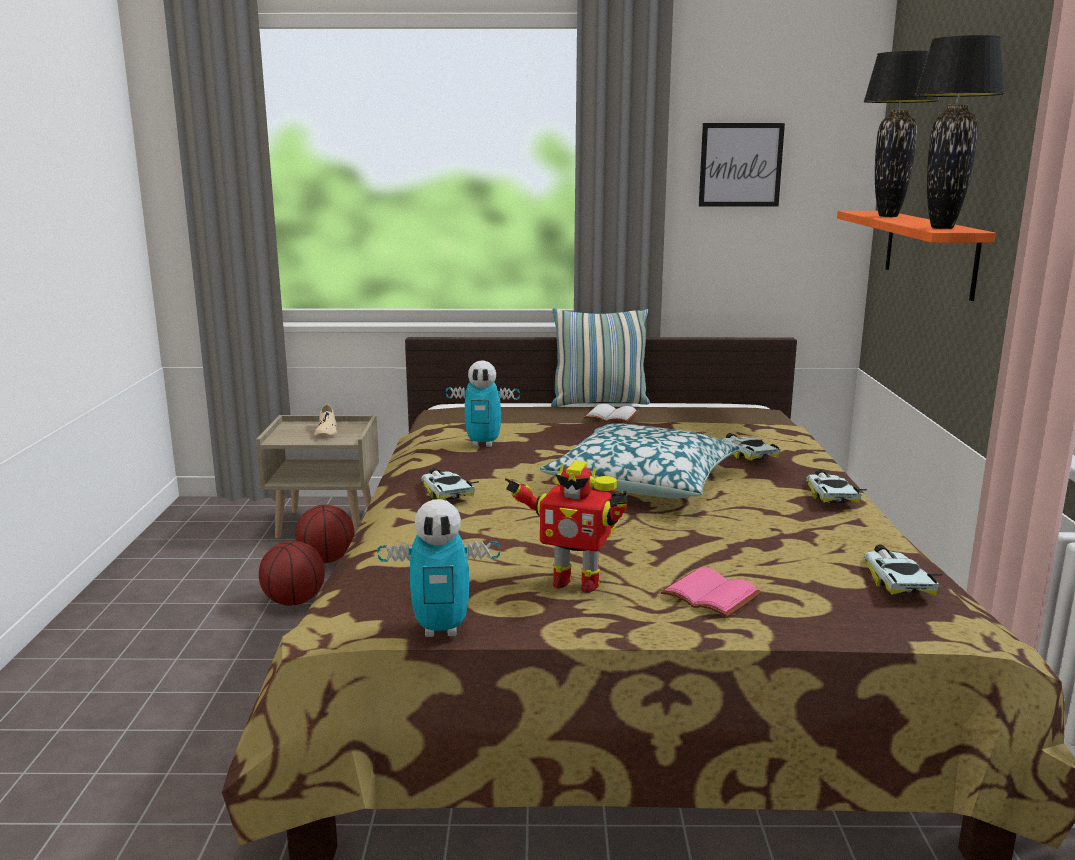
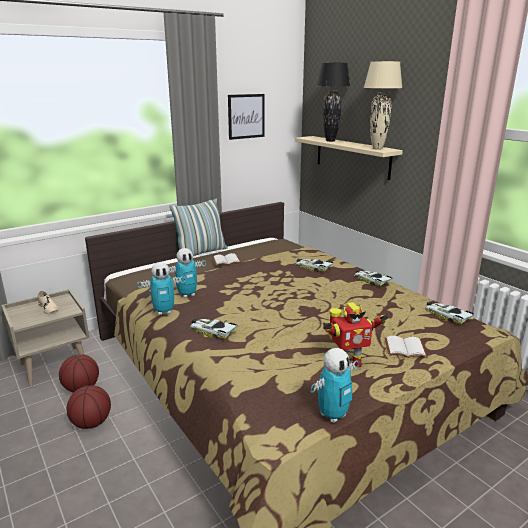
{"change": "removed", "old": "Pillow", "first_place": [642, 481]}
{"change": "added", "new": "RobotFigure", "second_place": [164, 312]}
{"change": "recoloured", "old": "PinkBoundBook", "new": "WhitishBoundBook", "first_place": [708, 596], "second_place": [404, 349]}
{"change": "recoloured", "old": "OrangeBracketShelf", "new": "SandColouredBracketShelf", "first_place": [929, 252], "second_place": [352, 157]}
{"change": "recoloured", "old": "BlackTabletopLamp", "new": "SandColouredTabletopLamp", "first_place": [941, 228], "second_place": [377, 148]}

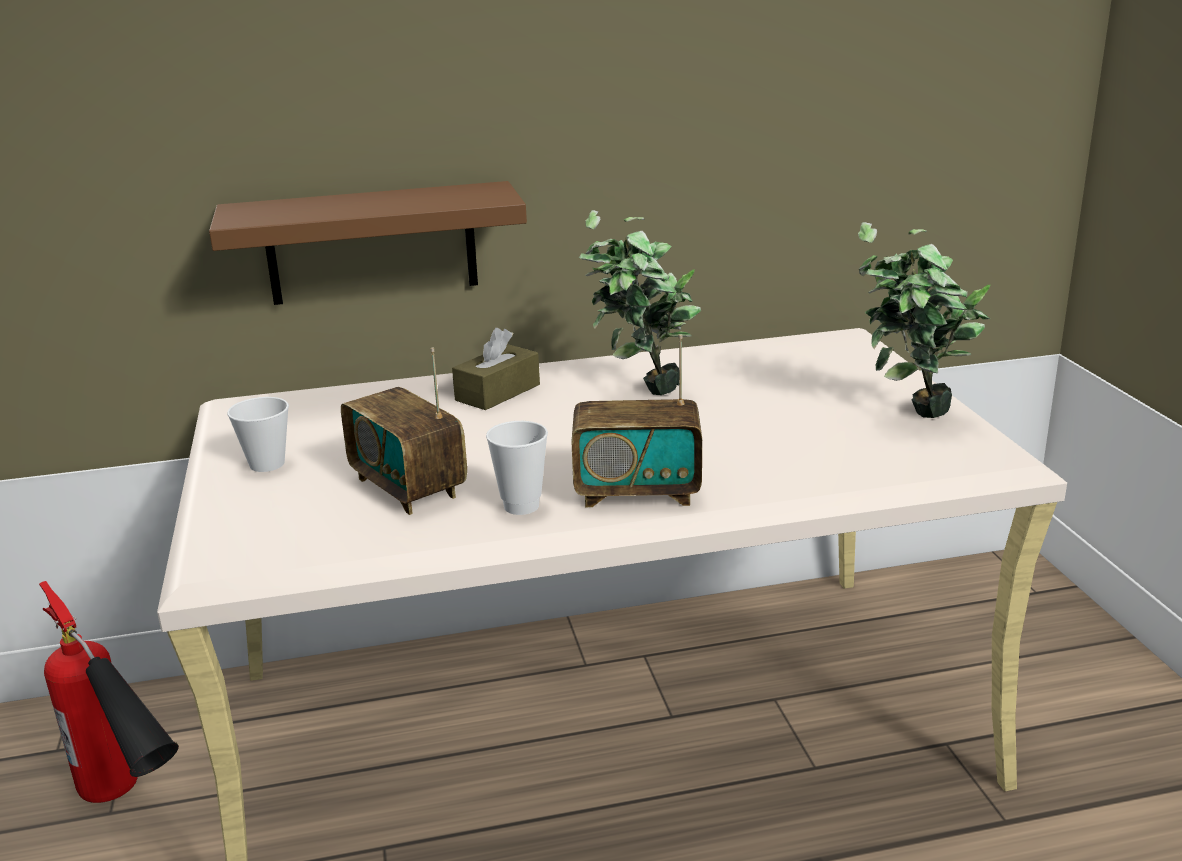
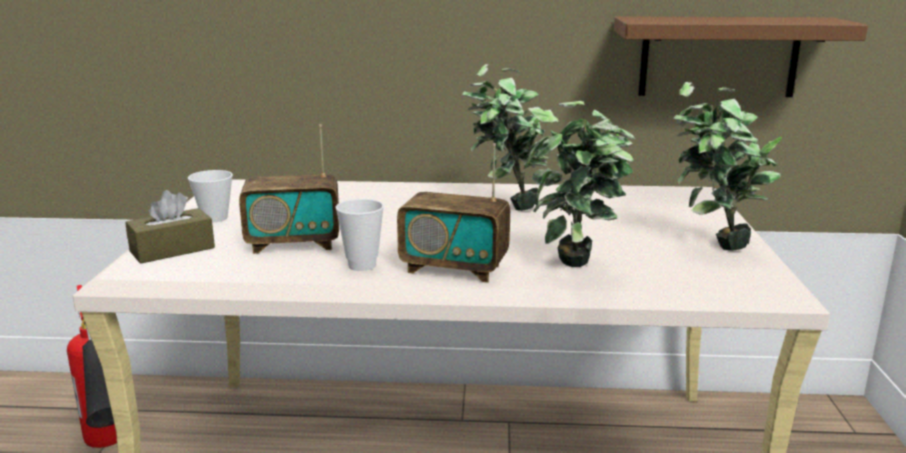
{"change": "added", "new": "PottedPlant", "second_place": [576, 271]}
{"change": "moved", "old": "BrownishBracketShelf", "first_place": [371, 243], "second_place": [718, 57]}
{"change": "moved", "old": "BrownishTissueBox", "first_place": [498, 392], "second_place": [172, 250]}
{"change": "turned", "old": "Radio", "first_place": [408, 488], "second_place": [293, 244], "degrees": -75}

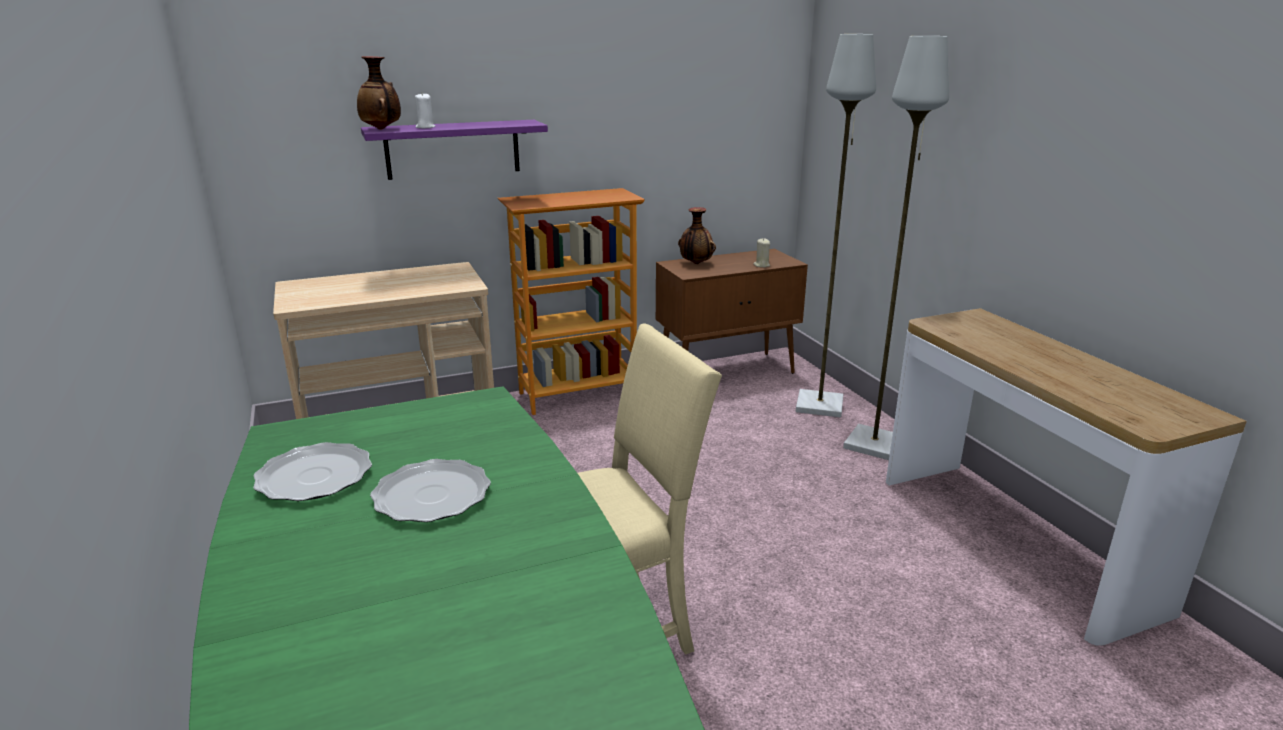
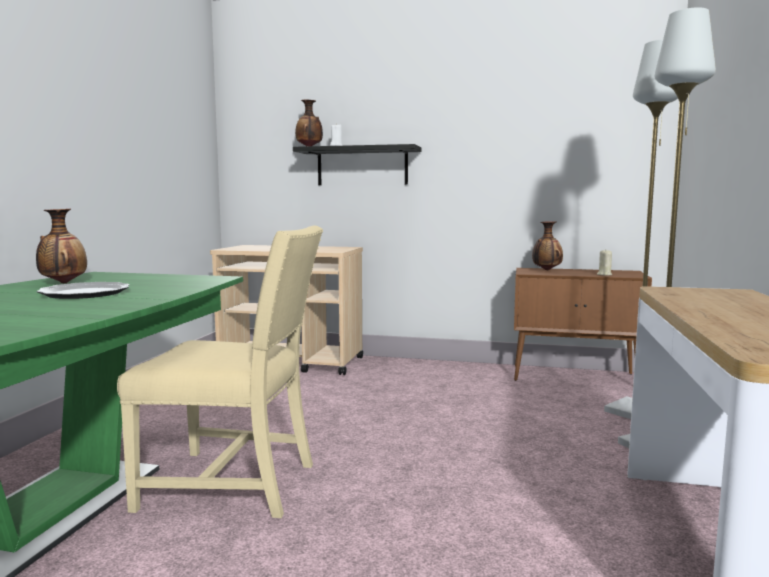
{"change": "removed", "old": "ShelvingUnit", "first_place": [577, 394]}
{"change": "replaced", "old": "Plate", "new": "FlowerVase", "first_place": [314, 476], "second_place": [63, 283]}
{"change": "recoloured", "old": "PurplishBracketShelf", "new": "BlackBracketShelf", "first_place": [453, 149], "second_place": [362, 166]}

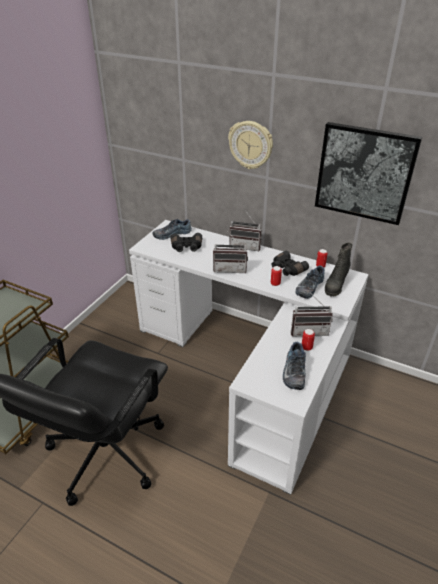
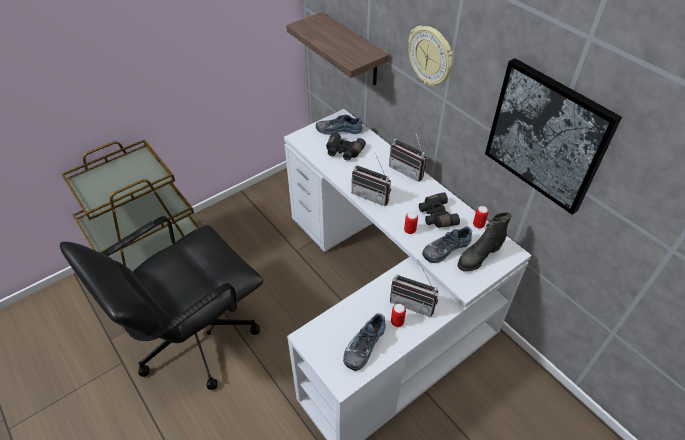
{"change": "added", "new": "BracketShelf", "second_place": [353, 51]}

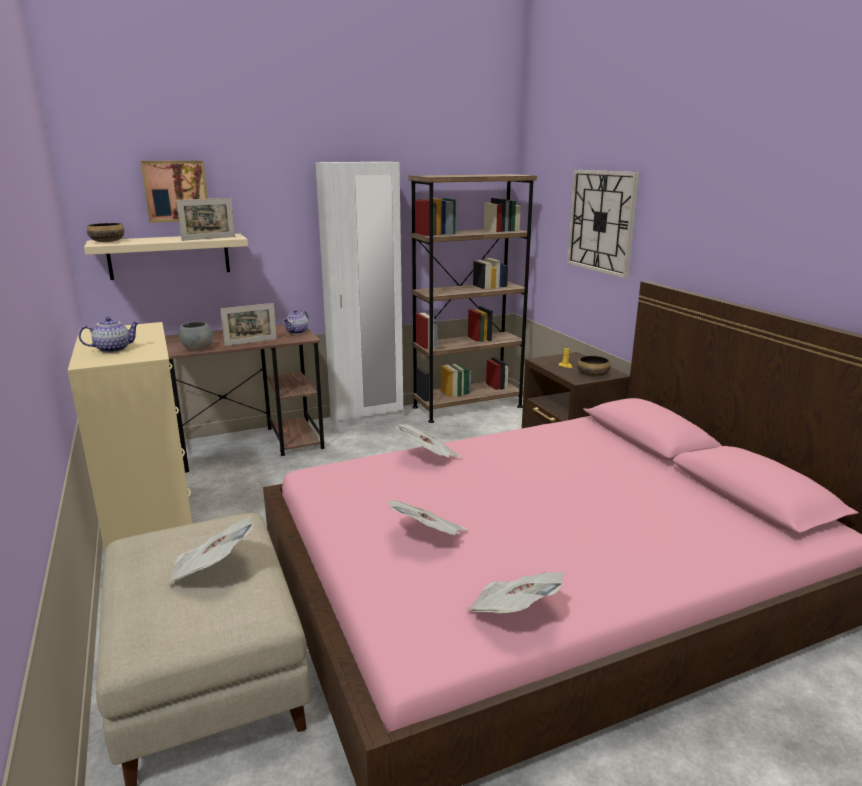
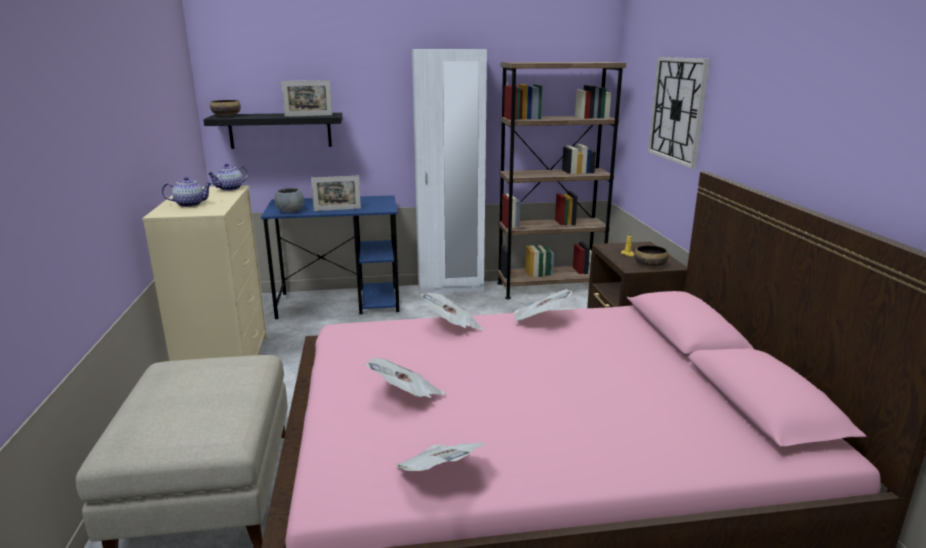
{"change": "removed", "old": "WallArt", "first_place": [176, 191]}
{"change": "moved", "old": "PrintedPaper", "first_place": [212, 570], "second_place": [539, 320]}
{"change": "moved", "old": "TeaPot", "first_place": [297, 332], "second_place": [230, 189]}
{"change": "recoloured", "old": "SandColouredBracketShelf", "new": "BlackBracketShelf", "first_place": [169, 256], "second_place": [280, 130]}
{"change": "recoloured", "old": "BrownishDesk", "new": "BlueColouredDesk", "first_place": [253, 445], "second_place": [340, 302]}

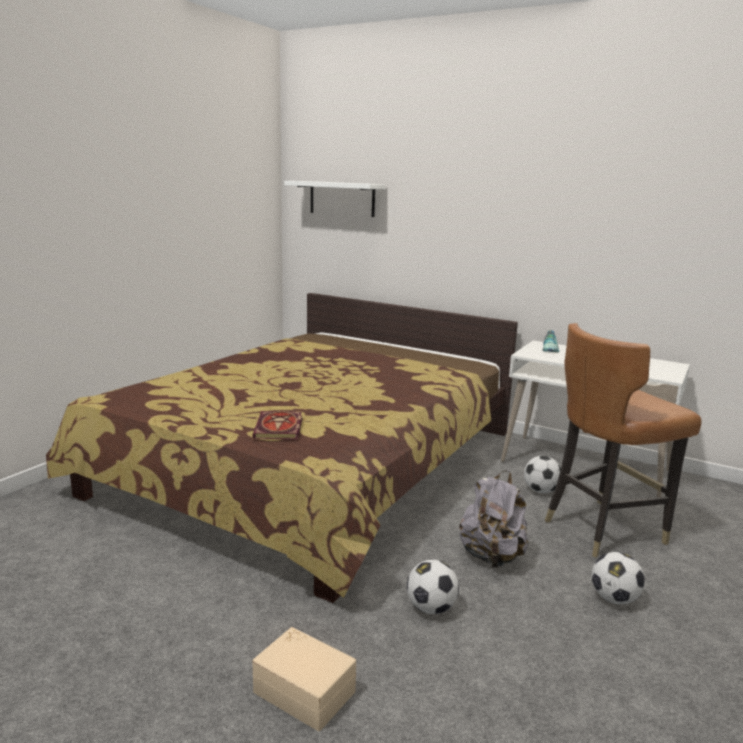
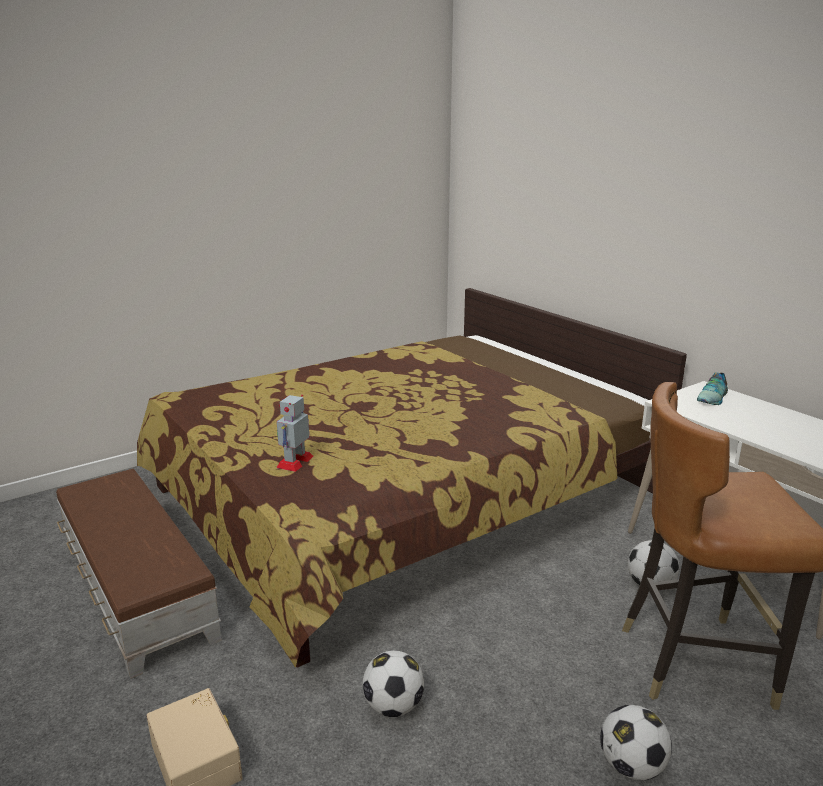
{"change": "removed", "old": "WhitishBracketShelf", "first_place": [342, 198]}
{"change": "removed", "old": "GreyishBackpack", "first_place": [492, 557]}
{"change": "added", "new": "BrownishFootrest", "second_place": [137, 589]}
{"change": "replaced", "old": "BoundBook", "new": "RobotFigure", "first_place": [279, 429], "second_place": [295, 462]}

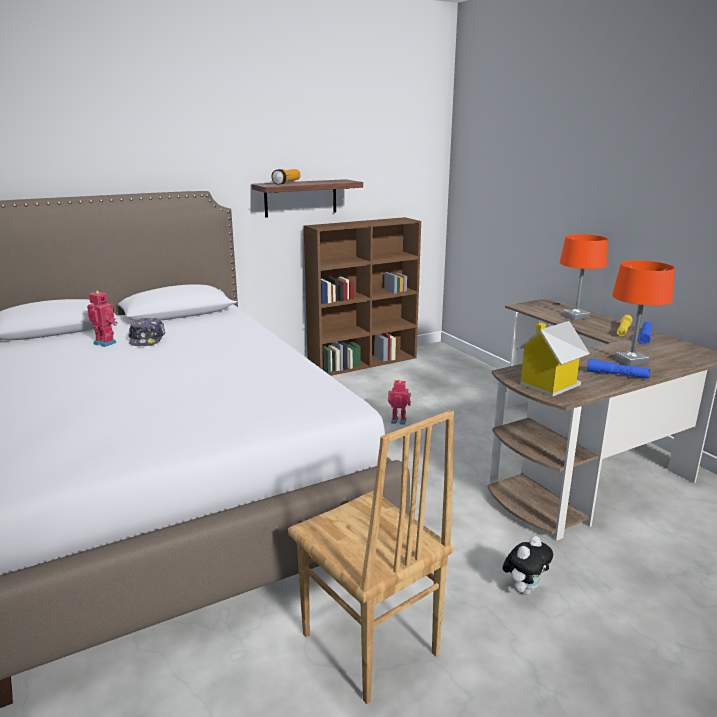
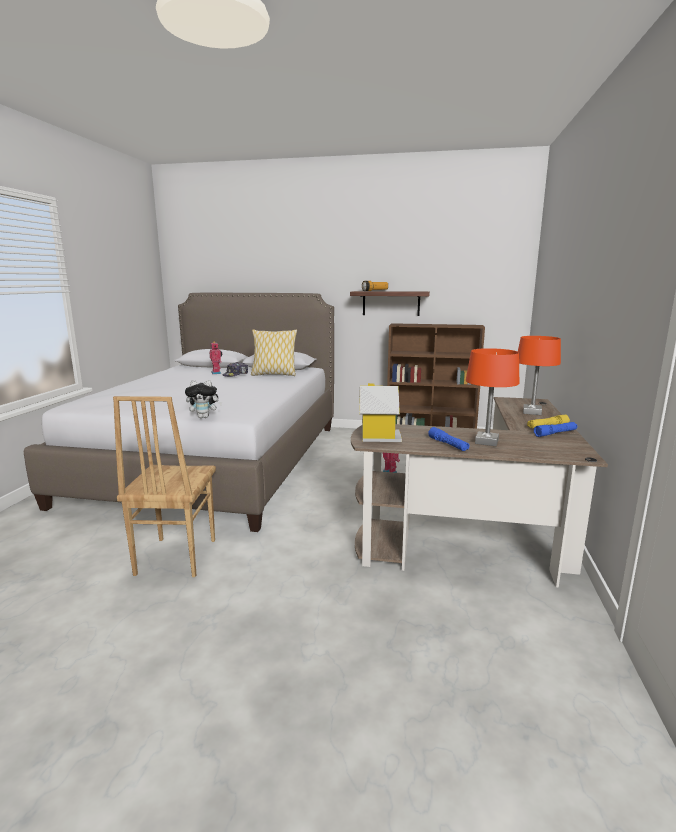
{"change": "added", "new": "Pillow", "second_place": [274, 375]}
{"change": "moved", "old": "PlushToy", "first_place": [524, 589], "second_place": [204, 417]}

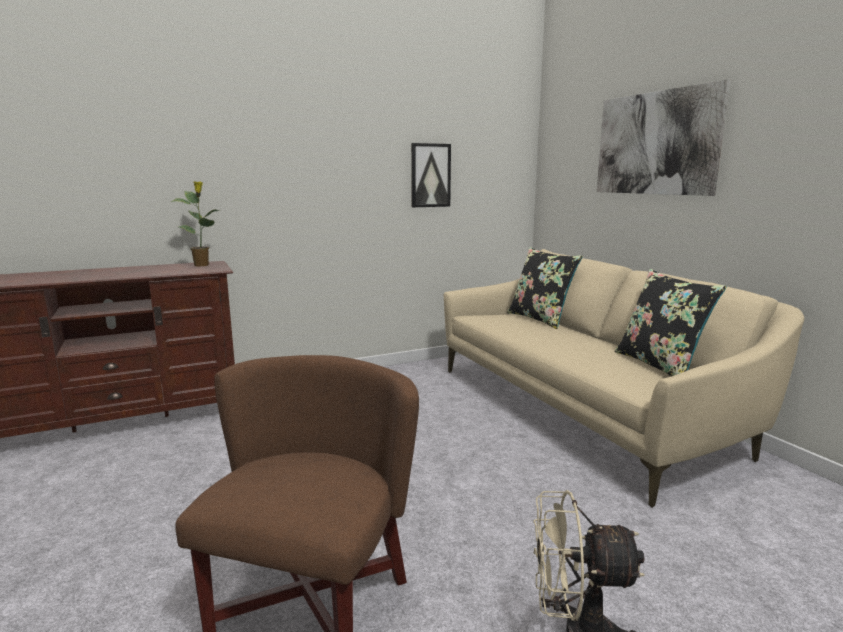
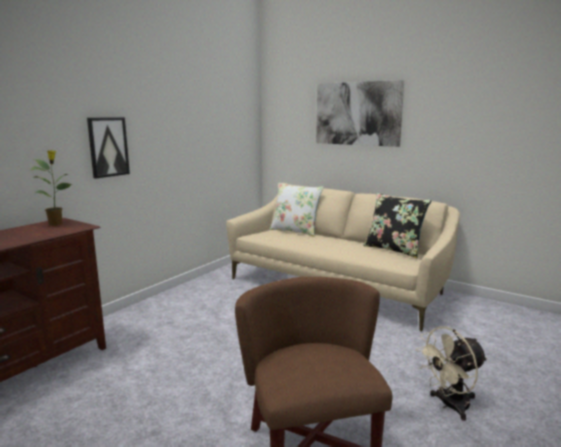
{"change": "moved", "old": "WallArt", "first_place": [430, 175], "second_place": [108, 147]}
{"change": "recoloured", "old": "BlackPillow", "new": "WhitishPillow", "first_place": [540, 319], "second_place": [295, 231]}

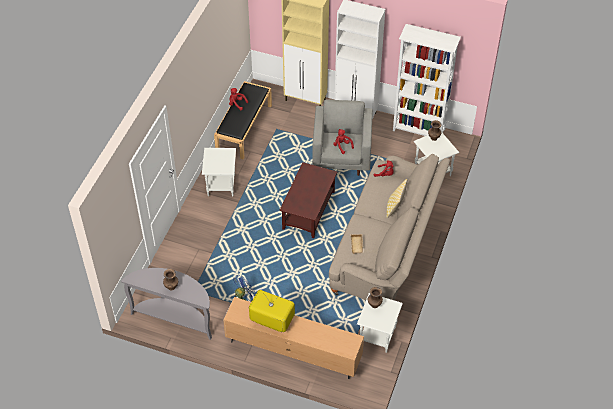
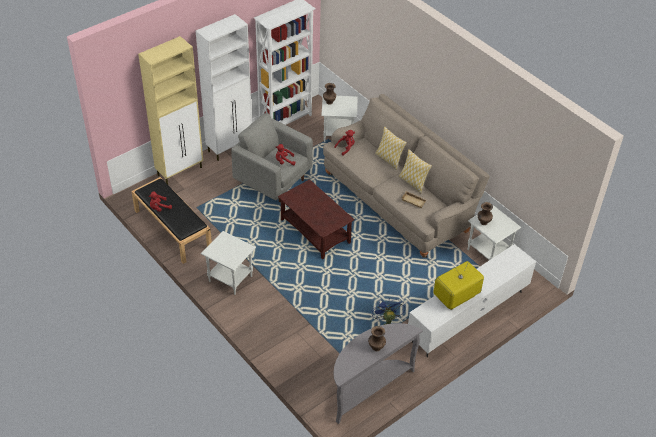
{"change": "added", "new": "Pillow", "second_place": [413, 183]}
{"change": "recoloured", "old": "BrownishMediaConsole", "new": "WhitishMediaConsole", "first_place": [293, 351], "second_place": [468, 316]}

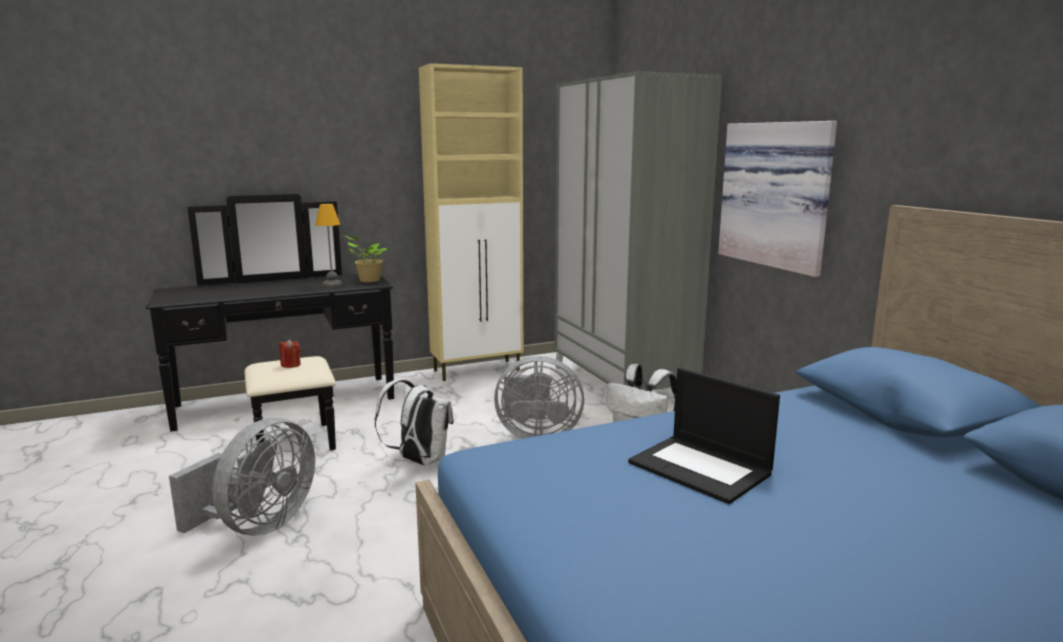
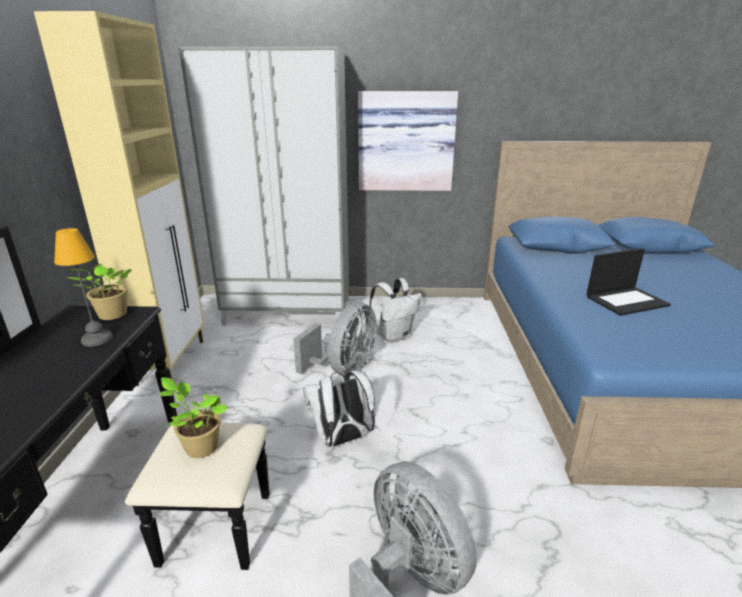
{"change": "replaced", "old": "RedColouredWaxCandle", "new": "PottedPlant", "first_place": [291, 365], "second_place": [199, 447]}

